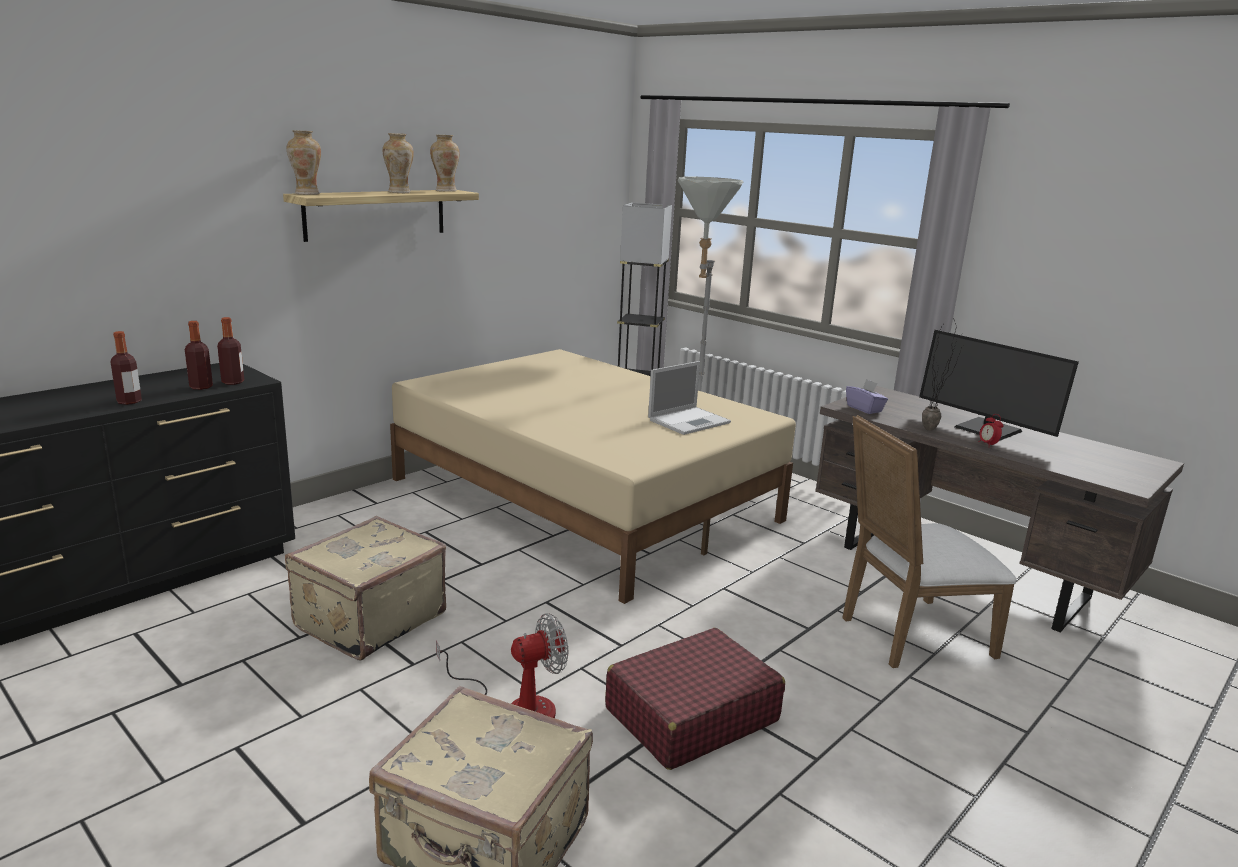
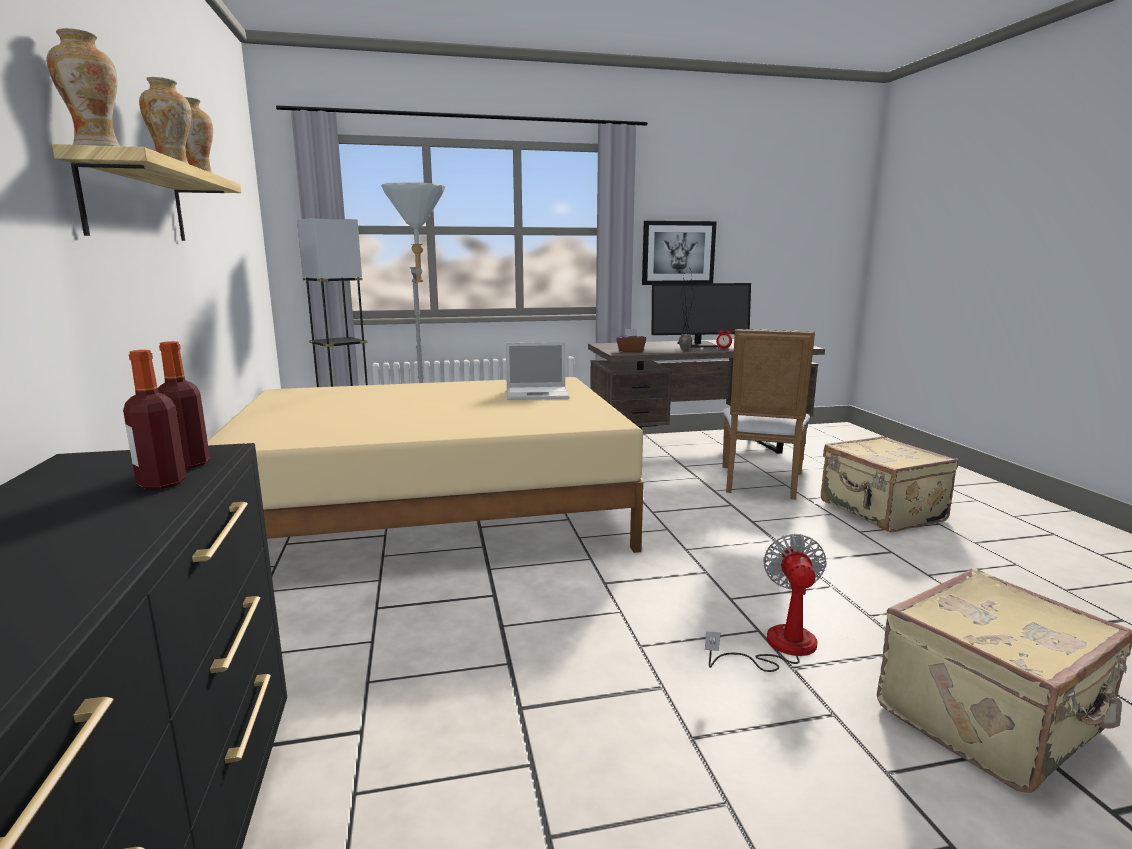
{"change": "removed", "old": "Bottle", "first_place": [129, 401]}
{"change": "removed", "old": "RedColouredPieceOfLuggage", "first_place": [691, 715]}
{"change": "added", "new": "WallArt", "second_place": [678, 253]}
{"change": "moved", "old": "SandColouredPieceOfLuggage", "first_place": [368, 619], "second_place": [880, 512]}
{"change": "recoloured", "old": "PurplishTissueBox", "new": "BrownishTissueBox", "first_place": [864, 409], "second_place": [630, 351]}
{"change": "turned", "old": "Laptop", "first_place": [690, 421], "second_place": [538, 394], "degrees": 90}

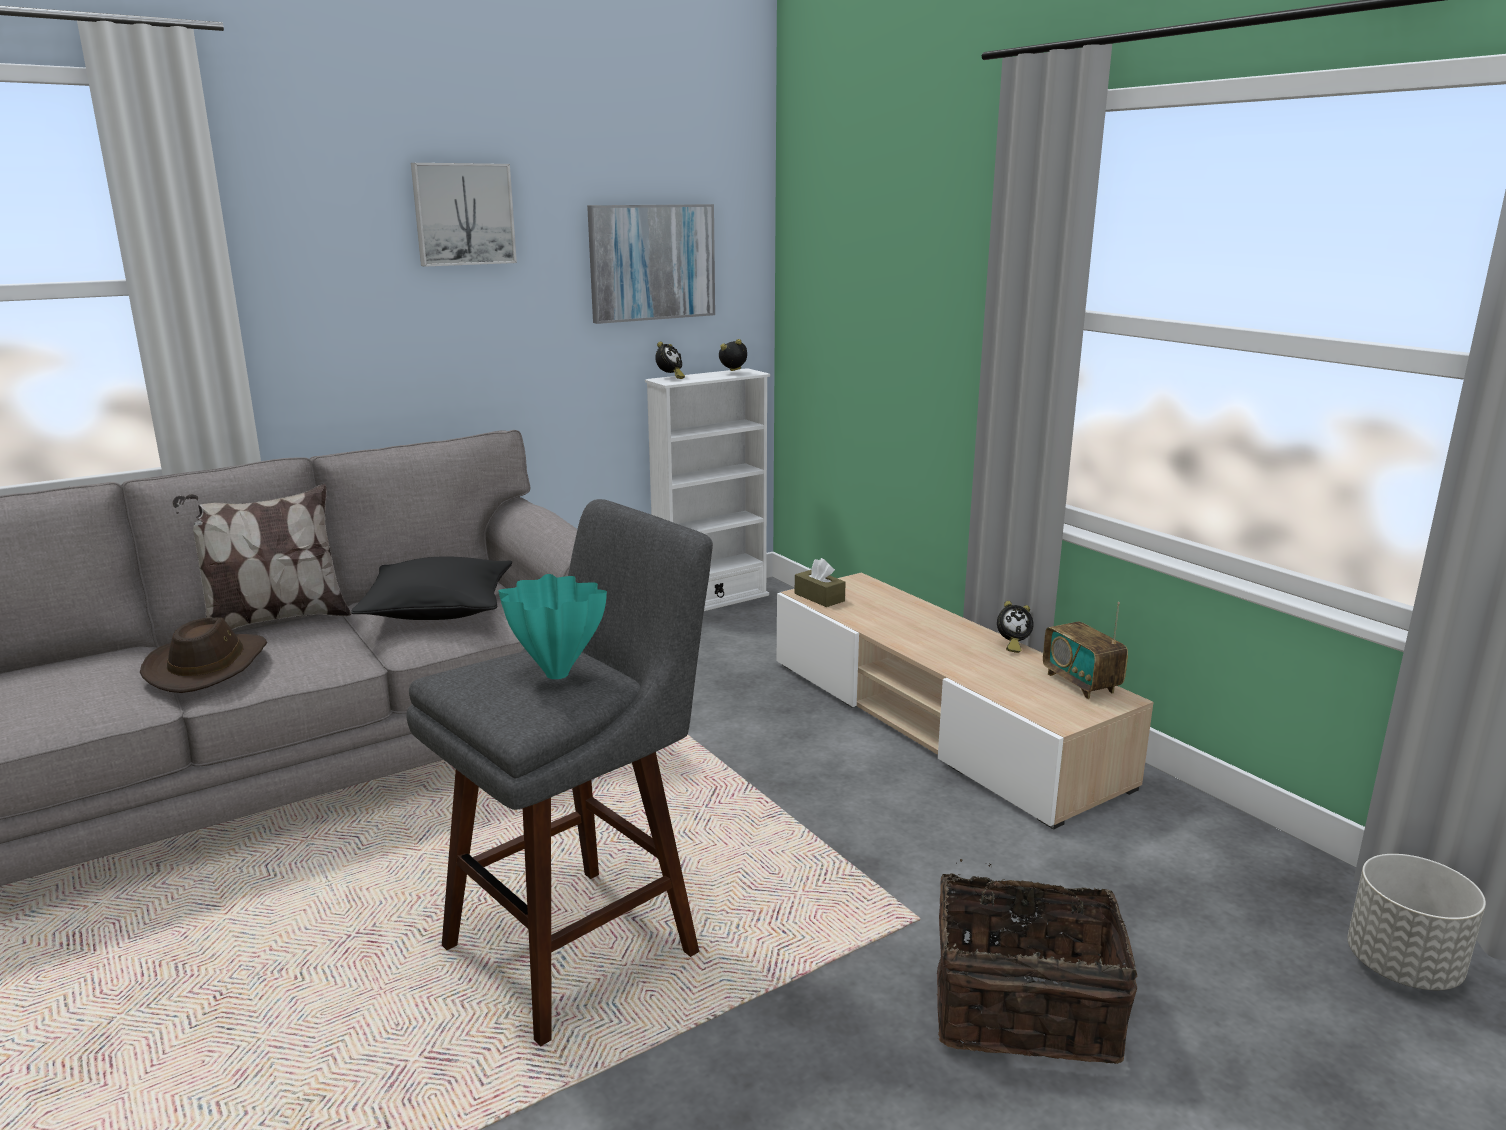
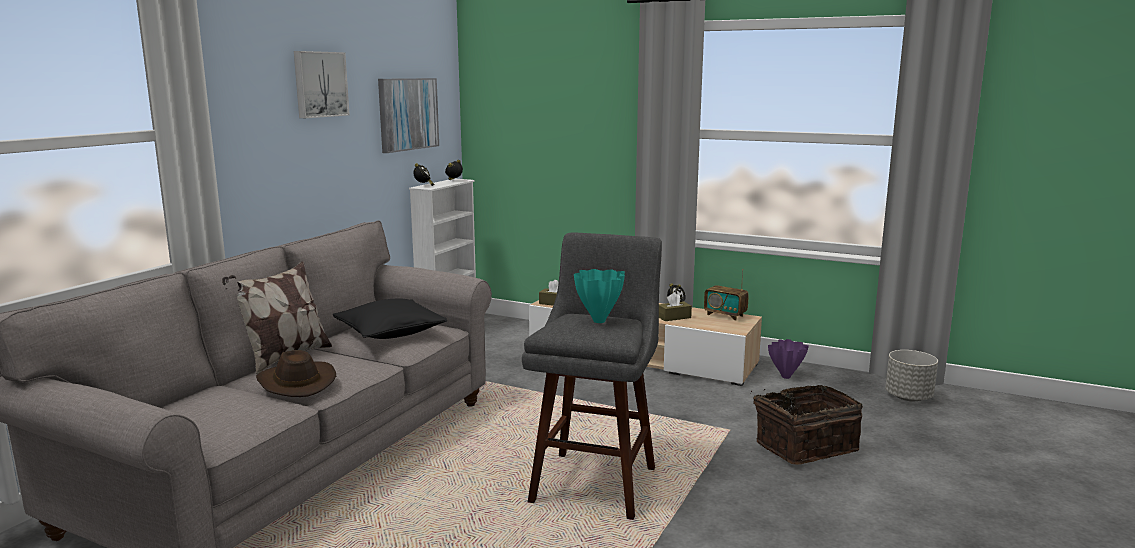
{"change": "added", "new": "BrownishTissueBox", "second_place": [674, 317]}
{"change": "added", "new": "PurplishFlowerVase", "second_place": [786, 377]}

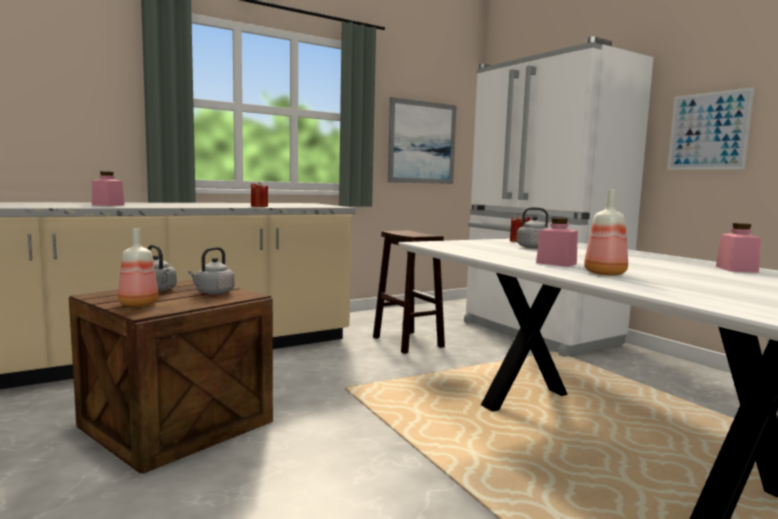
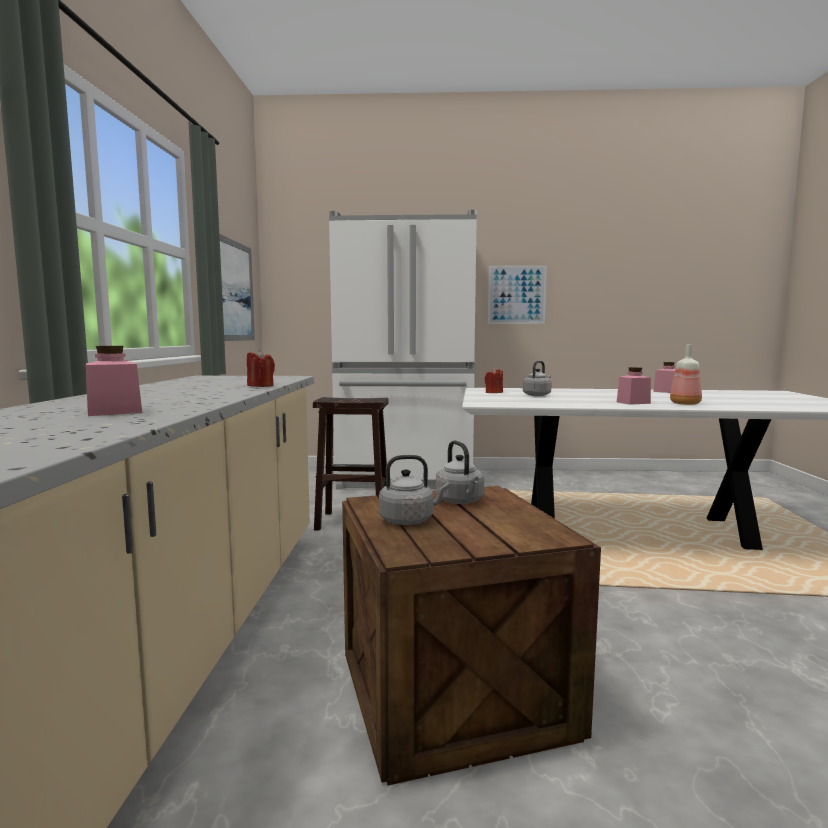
{"change": "removed", "old": "Bottle", "first_place": [137, 304]}

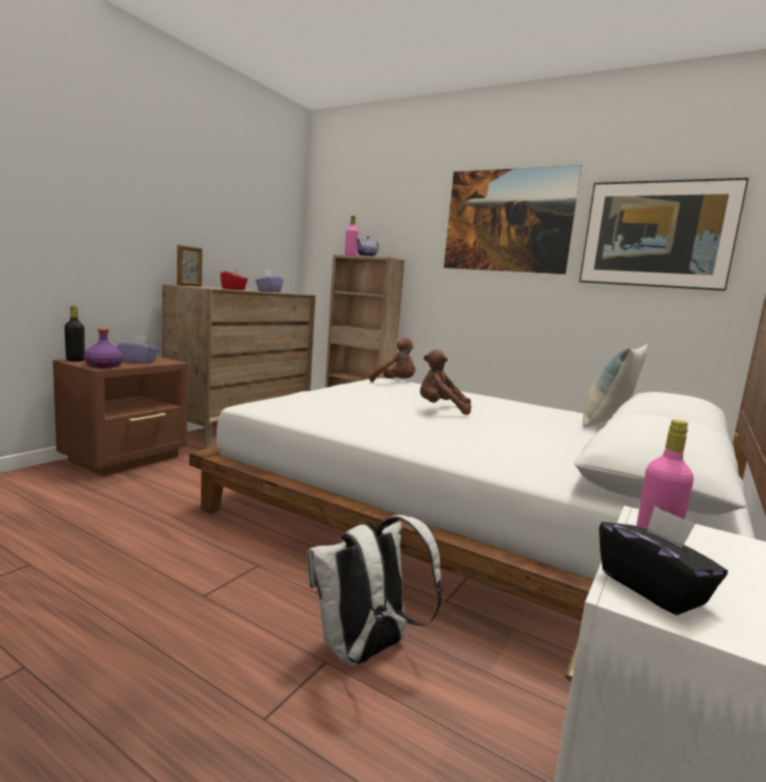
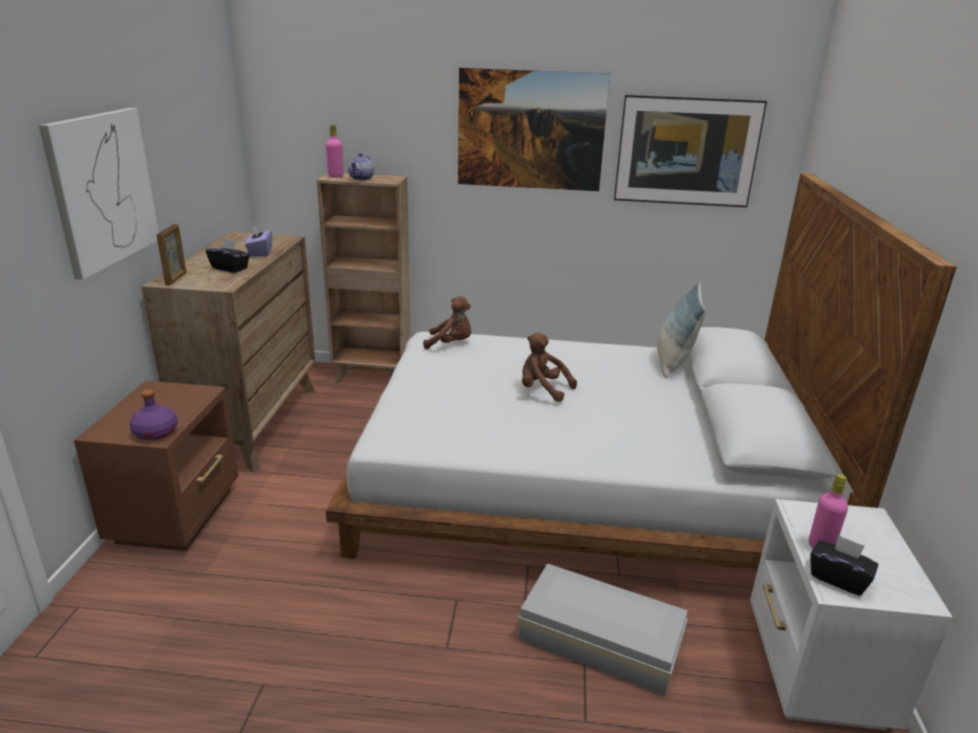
{"change": "removed", "old": "BlackBottle", "first_place": [75, 360]}
{"change": "removed", "old": "PurplishTissueBox", "first_place": [138, 361]}
{"change": "added", "new": "WallArt", "second_place": [103, 189]}
{"change": "replaced", "old": "WhitishBackpack", "new": "WhitishStorageBin", "first_place": [365, 651], "second_place": [602, 643]}
{"change": "recoloured", "old": "RedColouredTissueBox", "new": "BlackTissueBox", "first_place": [233, 289], "second_place": [230, 268]}
{"change": "turned", "old": "BrownishPlushToy", "first_place": [441, 409], "second_place": [542, 390], "degrees": 45}

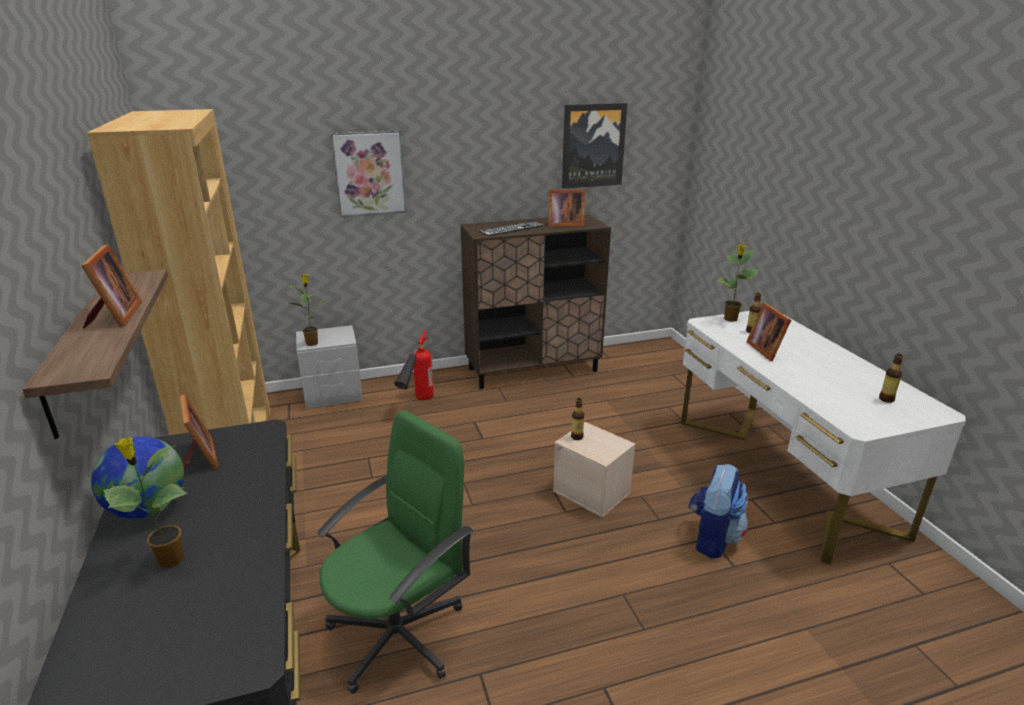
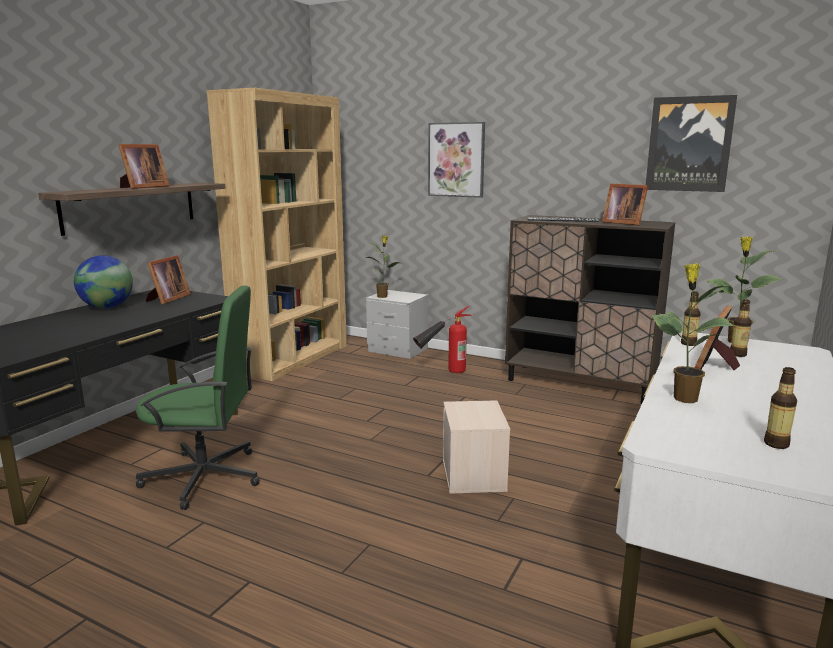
{"change": "removed", "old": "Backpack", "first_place": [712, 538]}
{"change": "moved", "old": "PottedPlant", "first_place": [169, 560], "second_place": [683, 398]}
{"change": "moved", "old": "Bottle", "first_place": [577, 437], "second_place": [688, 343]}

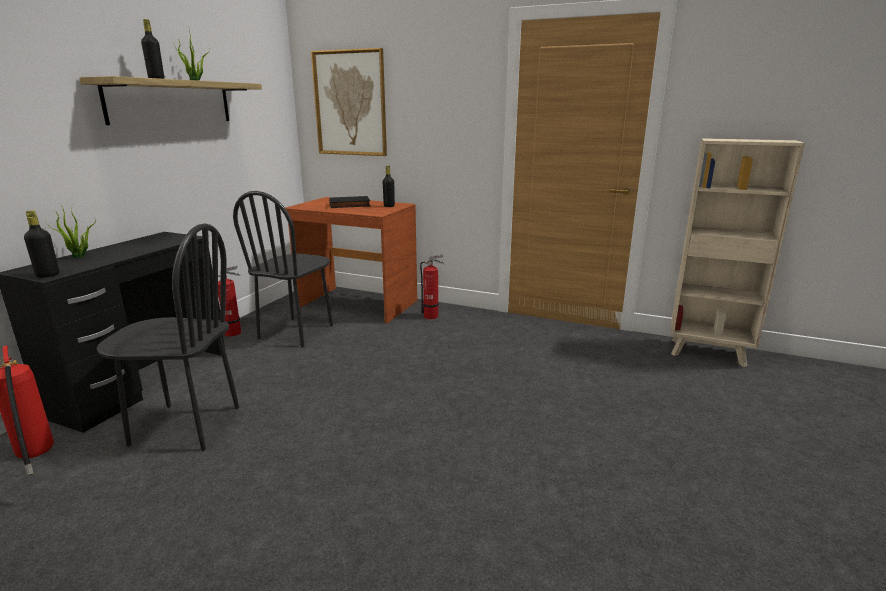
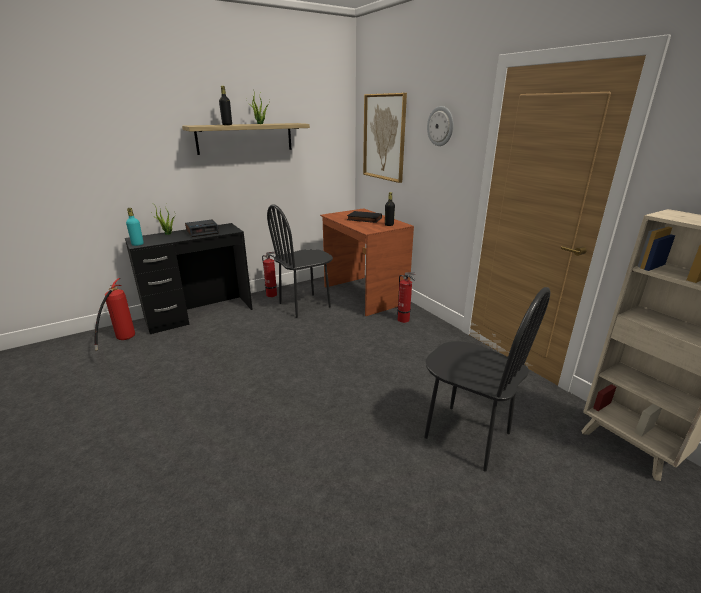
{"change": "added", "new": "BedsideClock", "second_place": [202, 232]}
{"change": "added", "new": "ClockOnTheWall", "second_place": [440, 126]}
{"change": "moved", "old": "BlackUprightChair", "first_place": [185, 426], "second_place": [467, 435]}
{"change": "recoloured", "old": "BlackBottle", "new": "BlueGreenBottle", "first_place": [48, 275], "second_place": [137, 244]}

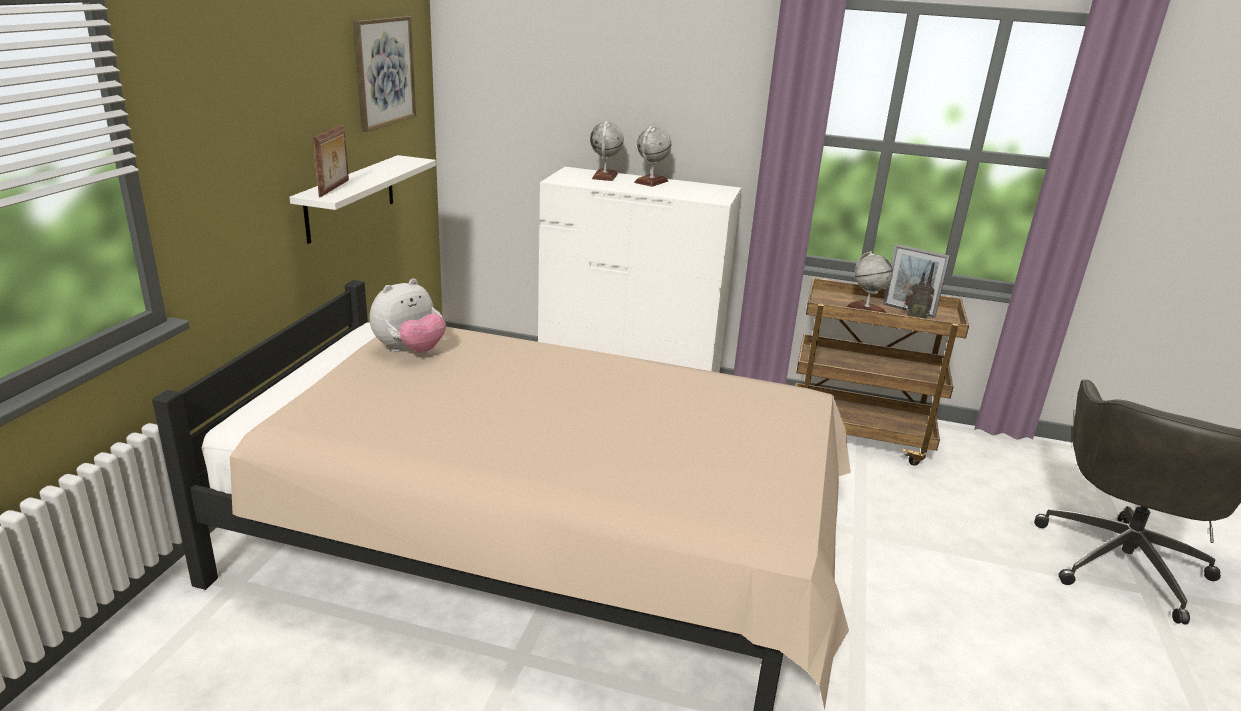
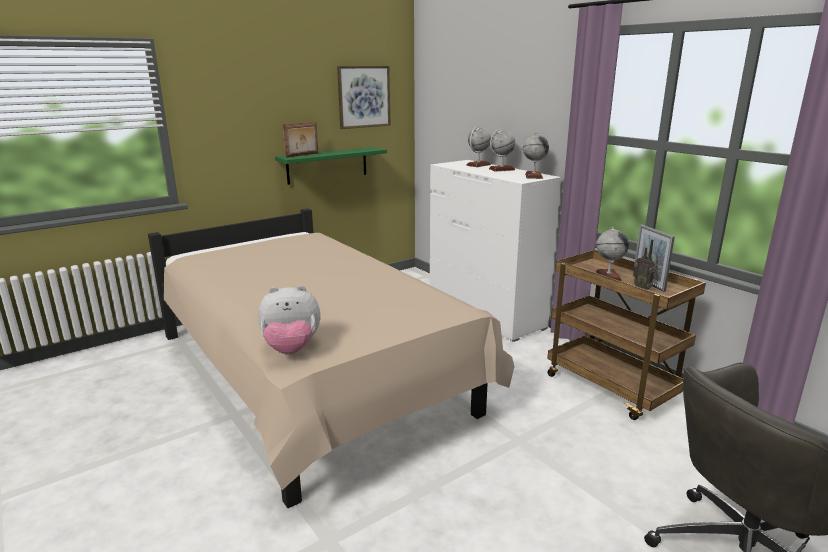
{"change": "added", "new": "WorldGlobe", "second_place": [533, 176]}
{"change": "moved", "old": "PlushToy", "first_place": [410, 350], "second_place": [291, 349]}
{"change": "recoloured", "old": "WhitishBracketShelf", "new": "GreenColouredBracketShelf", "first_place": [350, 197], "second_place": [327, 165]}

